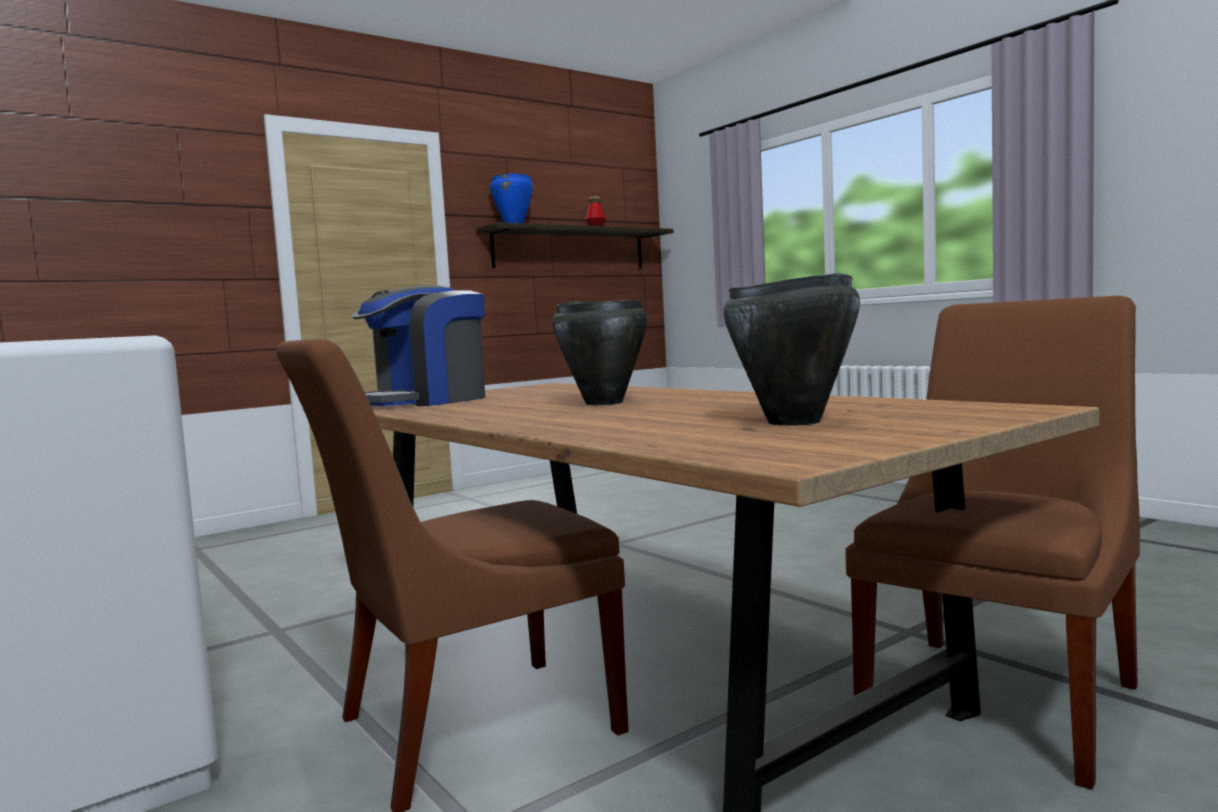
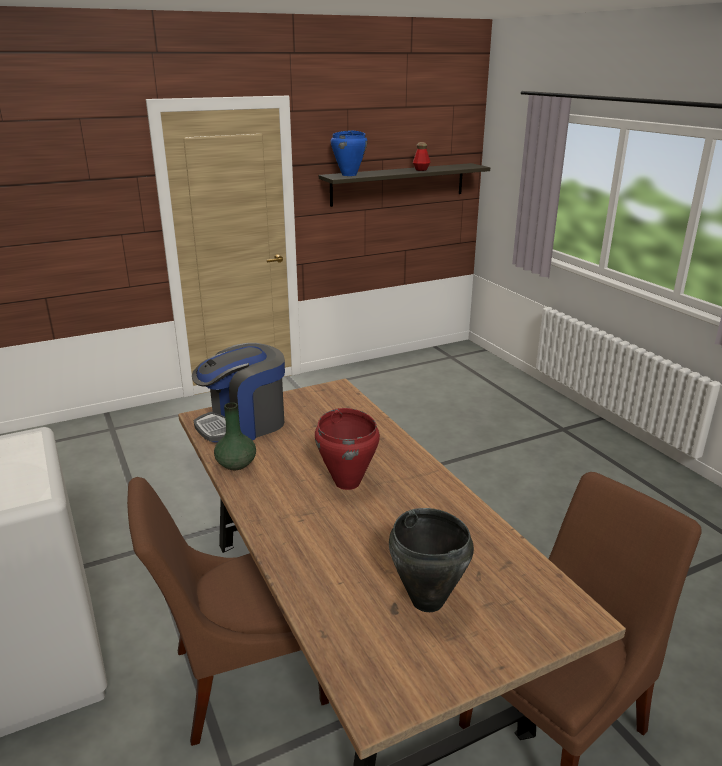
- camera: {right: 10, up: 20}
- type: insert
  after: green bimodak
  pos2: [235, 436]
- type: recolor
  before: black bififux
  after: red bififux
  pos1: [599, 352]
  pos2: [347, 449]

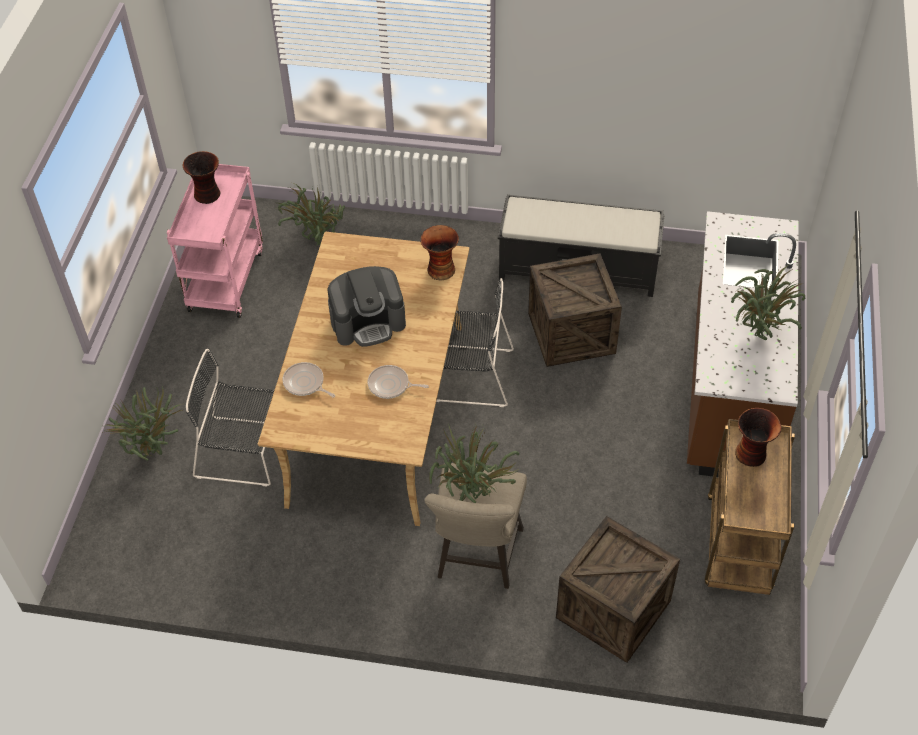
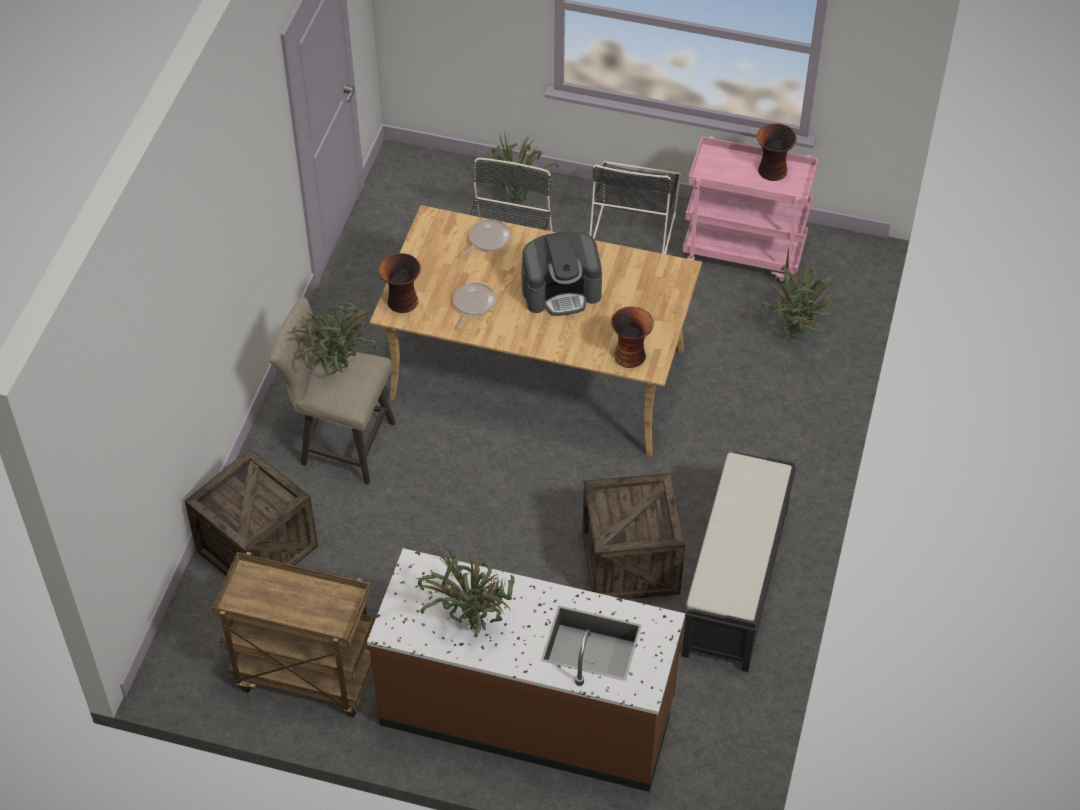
- camera: {right: 95, up: 0}
- type: move
  before: bimodak
  pos1: [758, 437]
  pos2: [400, 283]
- type: rotate
  before: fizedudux
  pos1: [366, 306]
  pos2: [562, 274]
  turn: -90
- type: move
  before: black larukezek
  pos1: [475, 342]
  pos2: [635, 207]

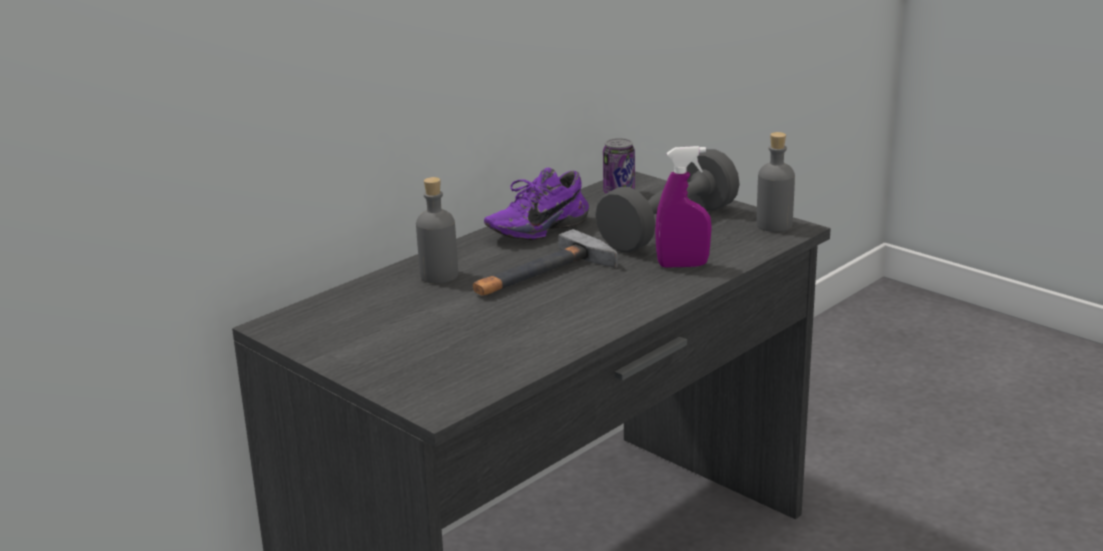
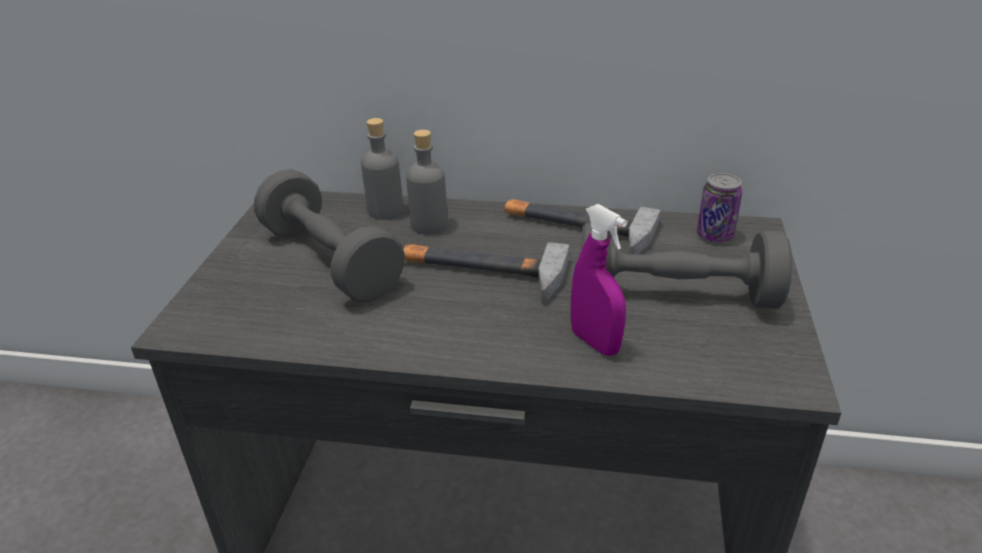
- camera: {right: 55, up: 10}
- type: insert
  after: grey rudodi
  pos2: [329, 235]
- type: move
  before: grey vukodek
  pos1: [776, 182]
  pos2: [382, 169]
- type: replace
  before: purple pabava
  after: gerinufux
  pos1: [536, 204]
  pos2: [582, 226]

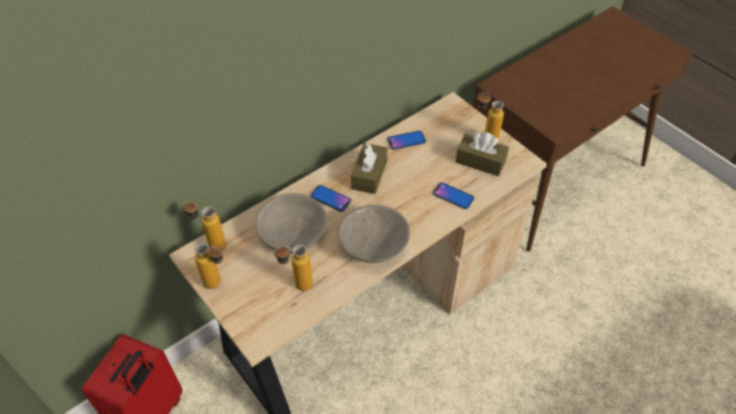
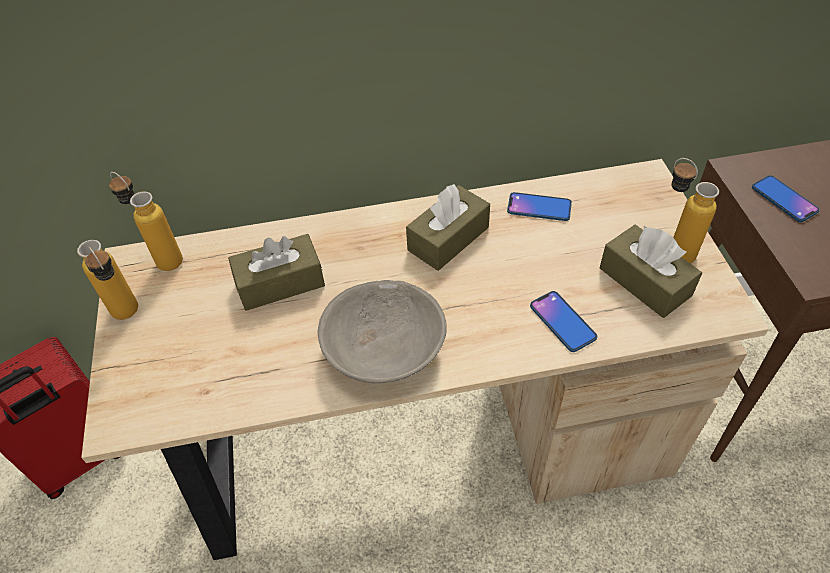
- camera: {right: 30, up: 0}
- type: replace
  before: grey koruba
  after: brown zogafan
  pos1: [291, 223]
  pos2: [276, 272]
- type: move
  before: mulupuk
  pos1: [330, 198]
  pos2: [786, 198]
- type: delete
  before: vukodek
  pos1: [293, 268]

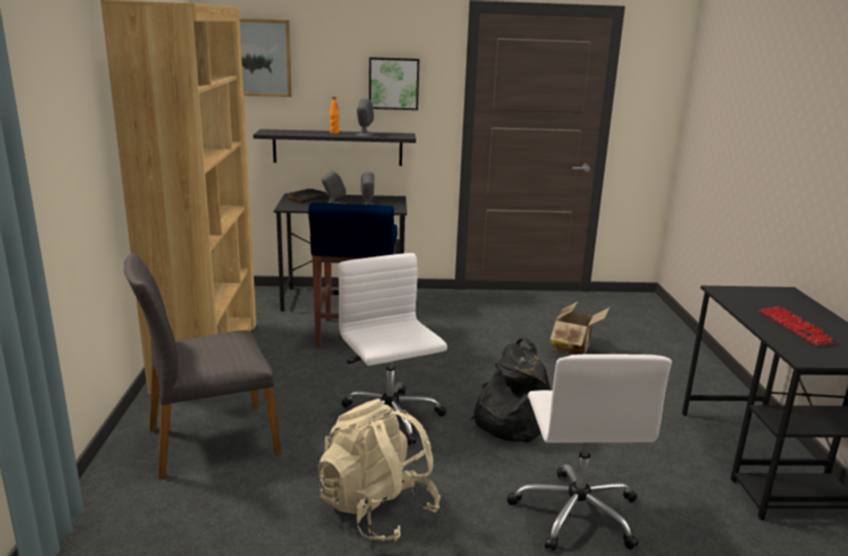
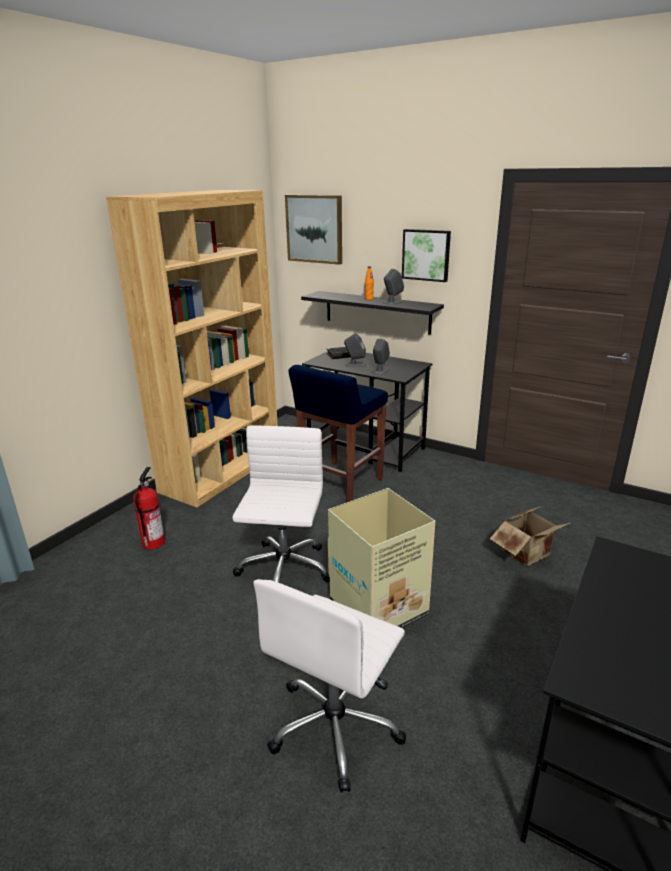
- camera: {right: 35, up: 5}
- type: replace
  before: grey larukezek
  after: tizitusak
  pos1: [202, 366]
  pos2: [149, 508]
- type: replace
  before: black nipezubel
  after: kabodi
  pos1: [511, 390]
  pos2: [381, 558]
- type: delete
  before: beige nipezubel
  pos1: [379, 470]
- type: delete
  before: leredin
  pos1: [798, 326]

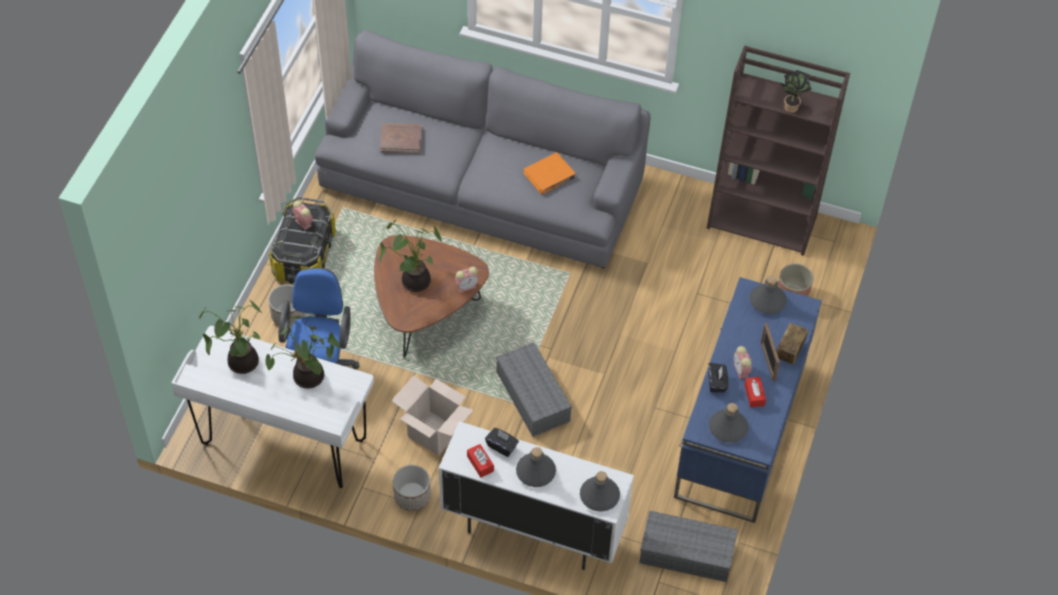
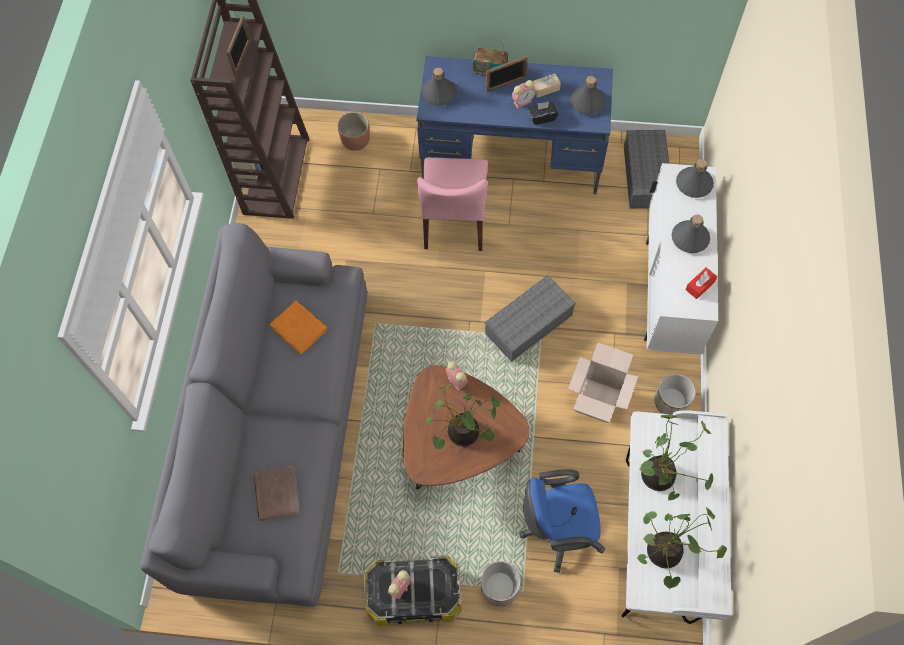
- camera: {right: -100, up: 10}
- type: replace
  before: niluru
  after: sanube
  pos1: [796, 91]
  pos2: [238, 45]
- type: insert
  after: pink larukezek
  pos2: [452, 204]
- type: recolor
  before: red zogafan
  after: beige zogafan
  pos1: [755, 392]
  pos2: [547, 86]
- type: delete
  before: black zogafan
  pos1: [502, 442]

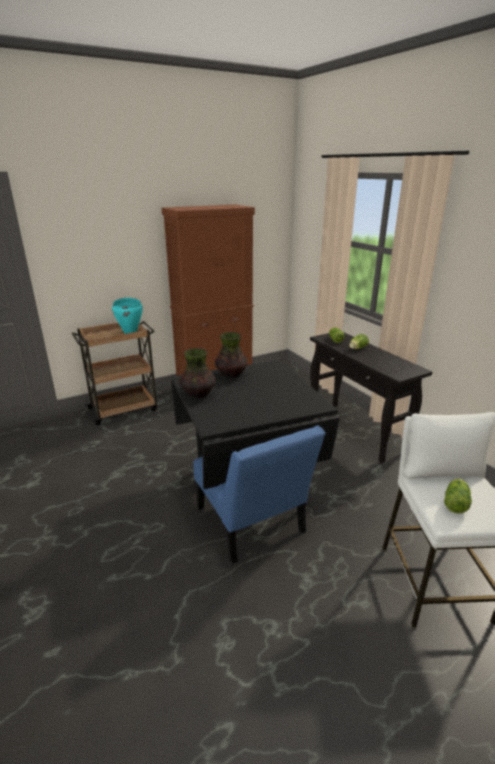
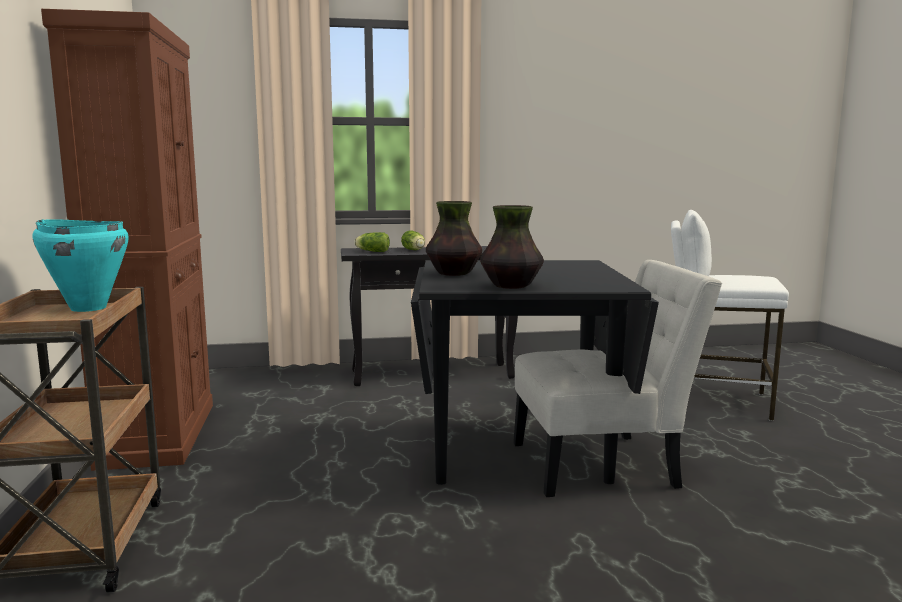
- camera: {right: -70, up: -15}
- type: recolor
  before: blue larukezek
  after: white larukezek
  pos1: [259, 494]
  pos2: [617, 378]
- type: delete
  before: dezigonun
  pos1: [458, 496]

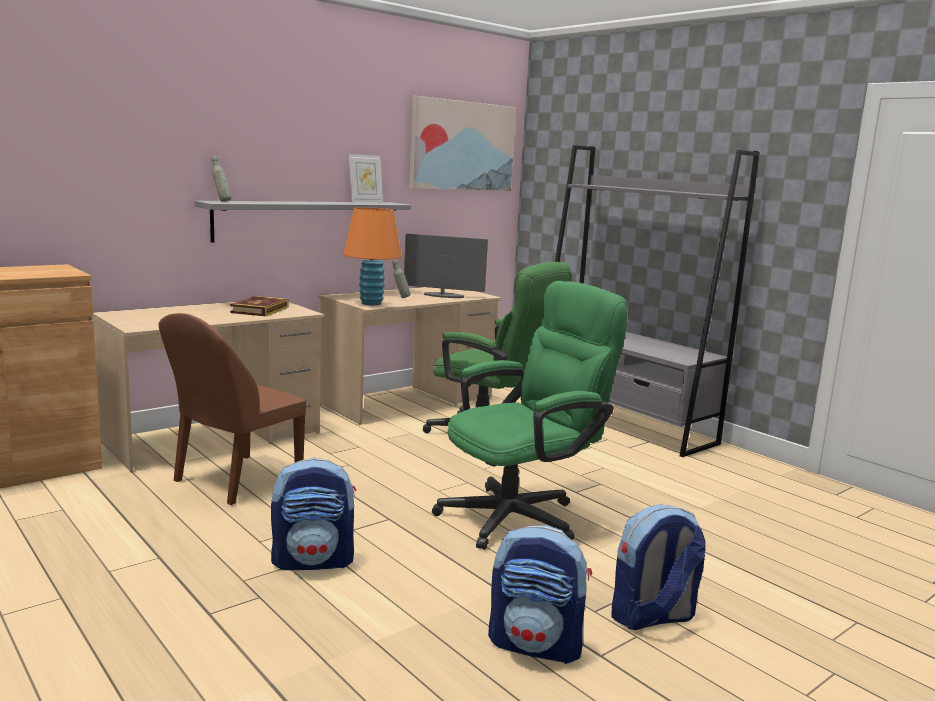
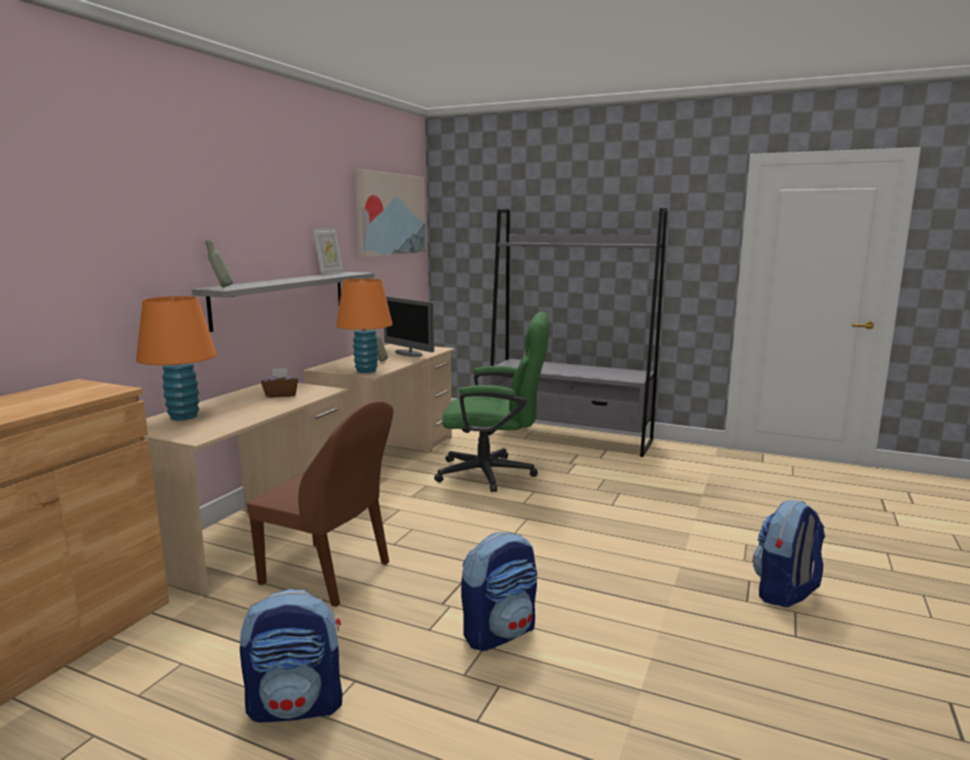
- camera: {right: -25, up: 0}
- type: insert
  after: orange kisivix
  pos2: [176, 358]
- type: move
  before: nipezubel
  pos1: [540, 594]
  pos2: [291, 655]
- type: rotate
  before: brown larukezek
  pos1: [232, 409]
  pos2: [320, 504]
  turn: -75
- type: replace
  before: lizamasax
  after: brown zogafan
  pos1: [259, 306]
  pos2: [280, 383]
- type: rotate
  before: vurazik
  pos1: [446, 265]
  pos2: [409, 326]
  turn: -120
- type: delete
  before: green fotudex
  pos1: [530, 415]

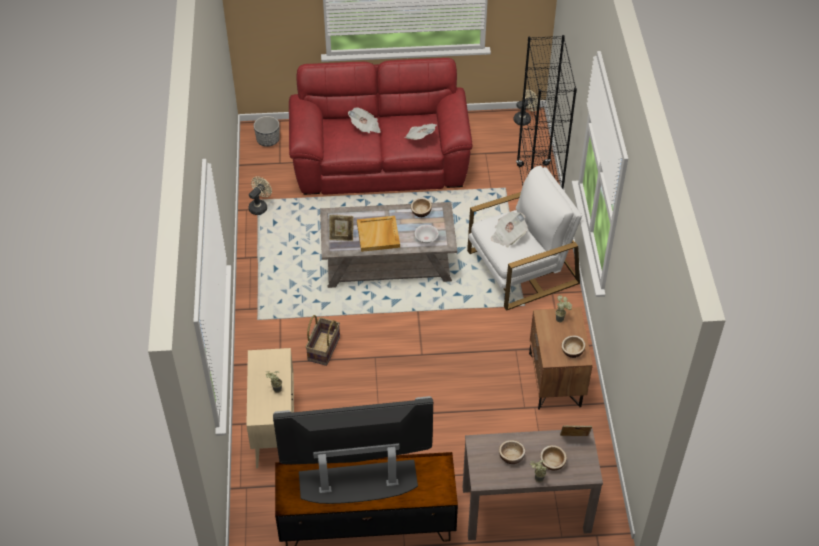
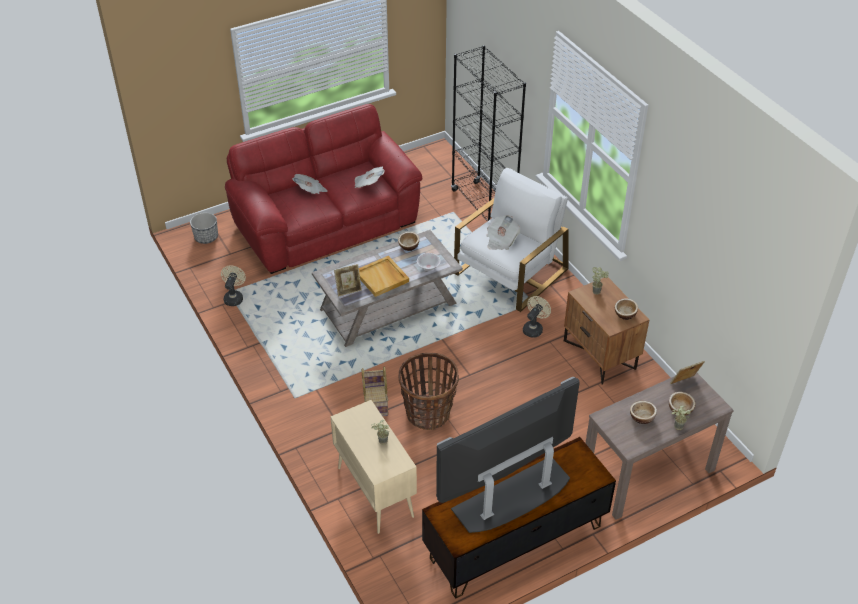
- camera: {right: -25, up: -5}
- type: insert
  after: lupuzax
  pos2: [429, 391]
- type: move
  before: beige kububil
  pos1: [526, 108]
  pos2: [537, 317]

